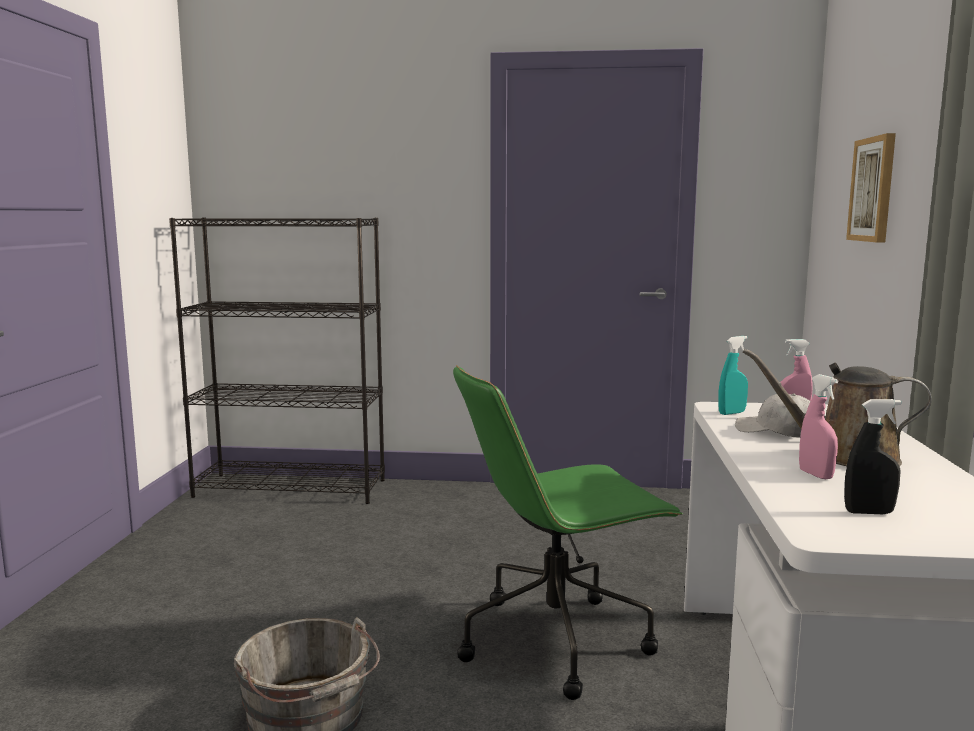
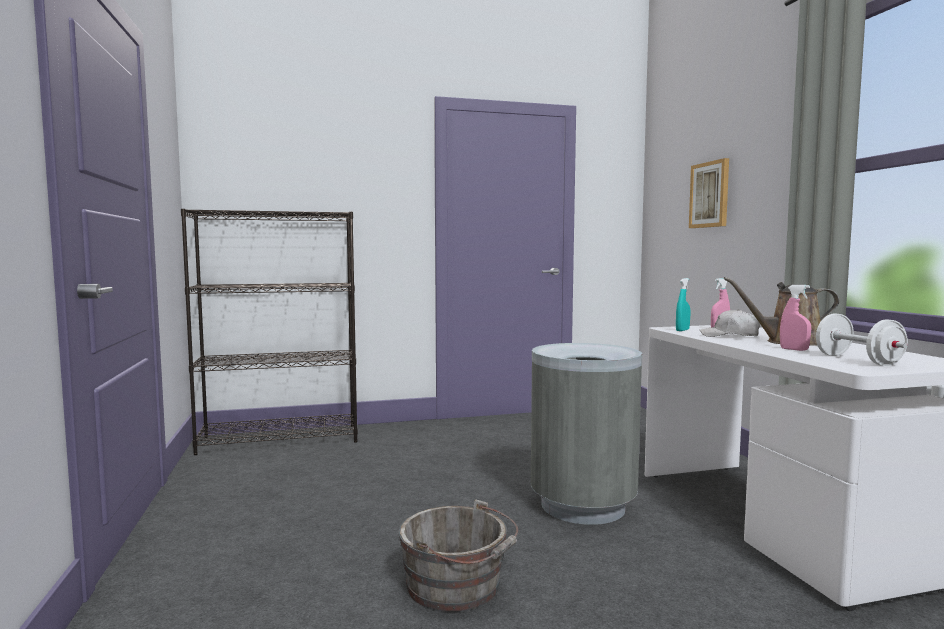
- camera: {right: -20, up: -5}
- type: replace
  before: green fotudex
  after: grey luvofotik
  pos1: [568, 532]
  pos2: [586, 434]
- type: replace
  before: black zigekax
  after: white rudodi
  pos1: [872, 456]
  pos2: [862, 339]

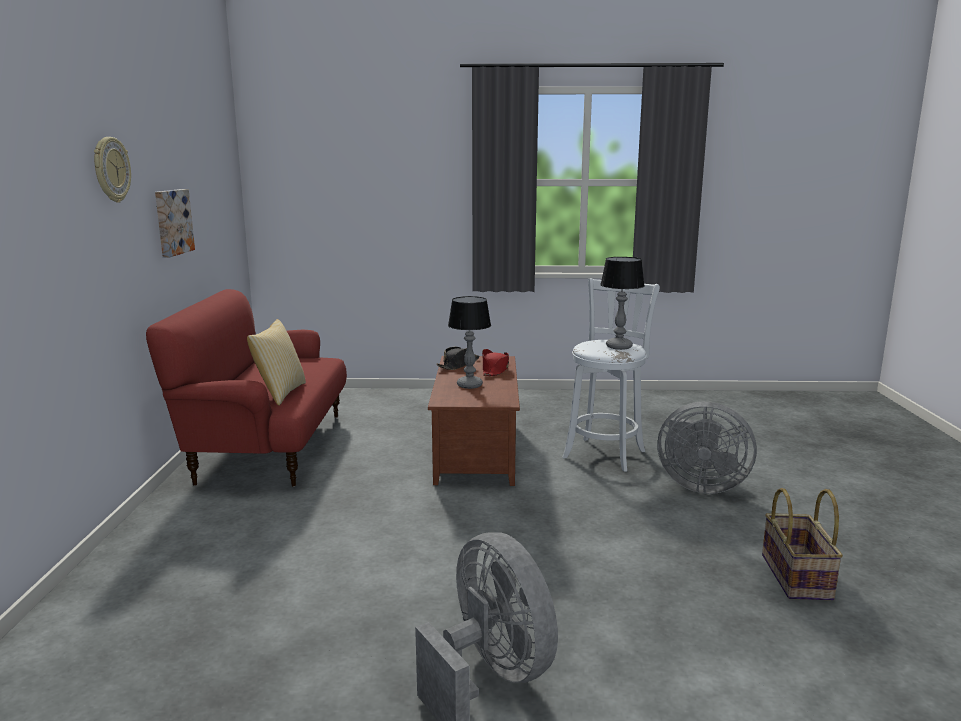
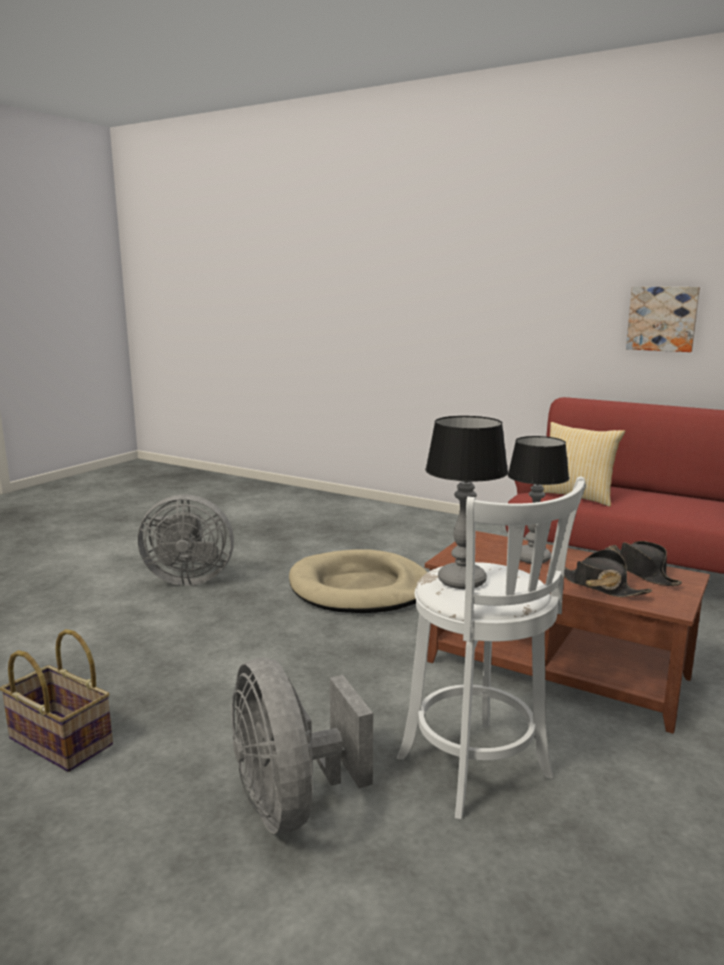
- camera: {right: 120, up: 0}
- type: rotate
  before: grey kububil
  pos1: [707, 448]
  pos2: [302, 746]
  turn: -75
- type: insert
  after: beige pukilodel
  pos2: [358, 581]
- type: recolor
  before: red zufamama
  after: black zufamama
  pos1: [495, 362]
  pos2: [608, 573]
- type: delete
  before: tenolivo
  pos1: [112, 170]

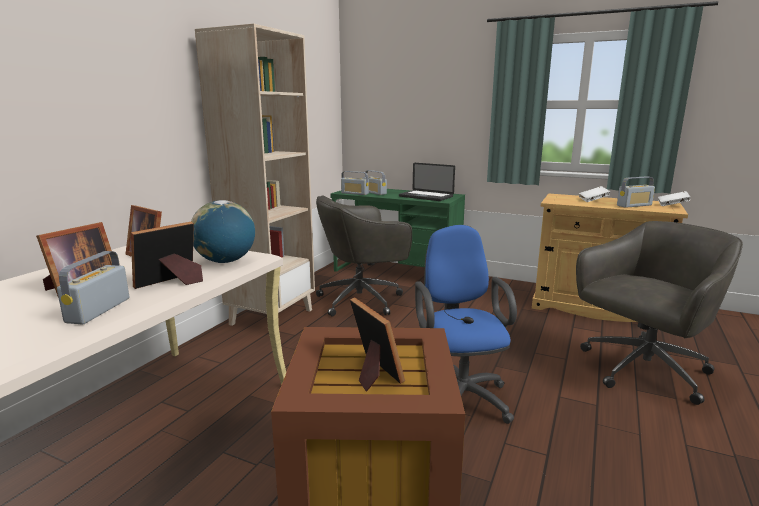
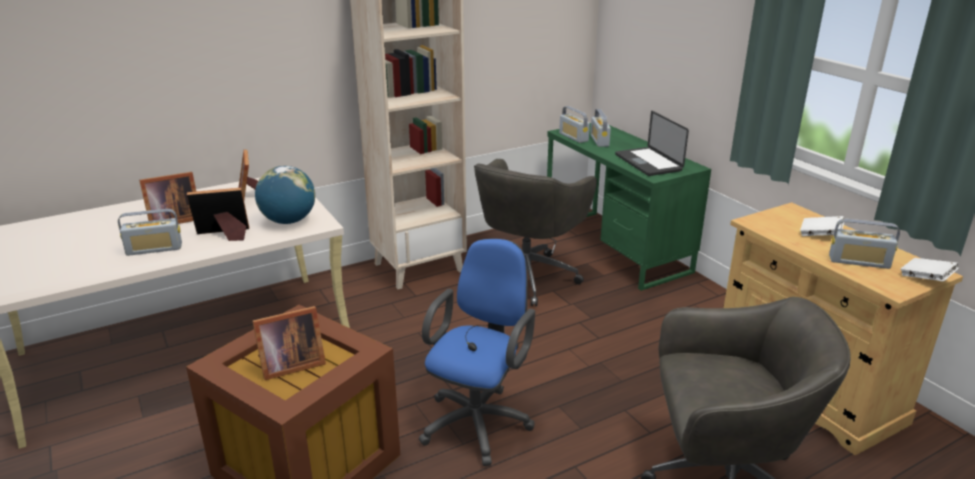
- camera: {right: 35, up: 10}
- type: rotate
  before: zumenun
  pos1: [93, 288]
  pos2: [150, 232]
  turn: -150
- type: rotate
  before: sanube
  pos1: [377, 344]
  pos2: [289, 343]
  turn: 60
- type: rotate
  before: grey fotudex
  pos1: [364, 256]
  pos2: [535, 233]
  turn: -75

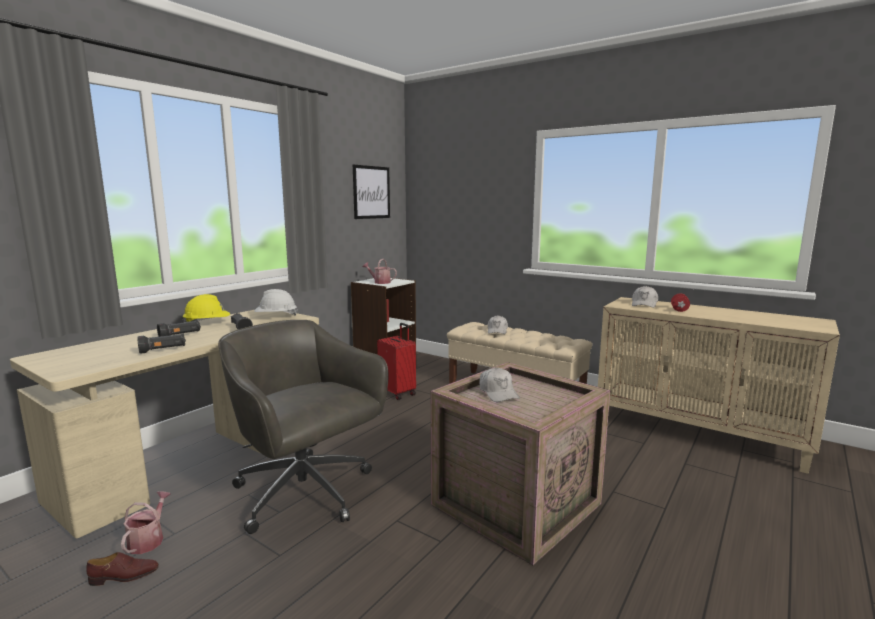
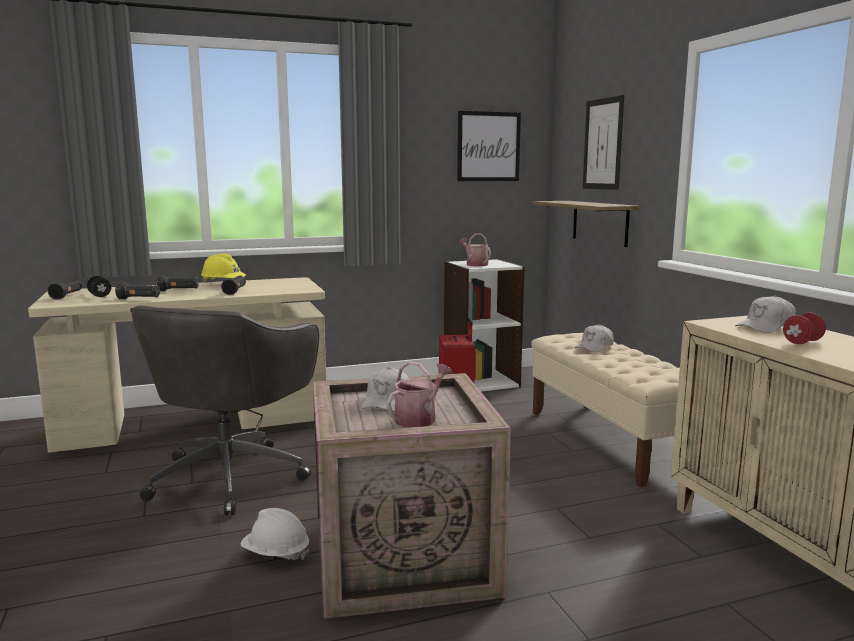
- camera: {right: 35, up: 0}
- type: insert
  after: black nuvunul
  pos2: [64, 289]
- type: insert
  after: black rudodi
  pos2: [99, 286]
- type: rotate
  before: grey fotudex
  pos1: [303, 427]
  pos2: [224, 410]
  turn: -150
- type: move
  before: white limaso
  pos1: [276, 302]
  pos2: [274, 534]
- type: move
  before: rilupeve
  pos1: [146, 522]
  pos2: [419, 394]
- type: insert
  after: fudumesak
  pos2: [586, 224]
- type: insert
  after: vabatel
  pos2: [603, 142]
- type: delete
  before: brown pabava
  pos1: [122, 569]

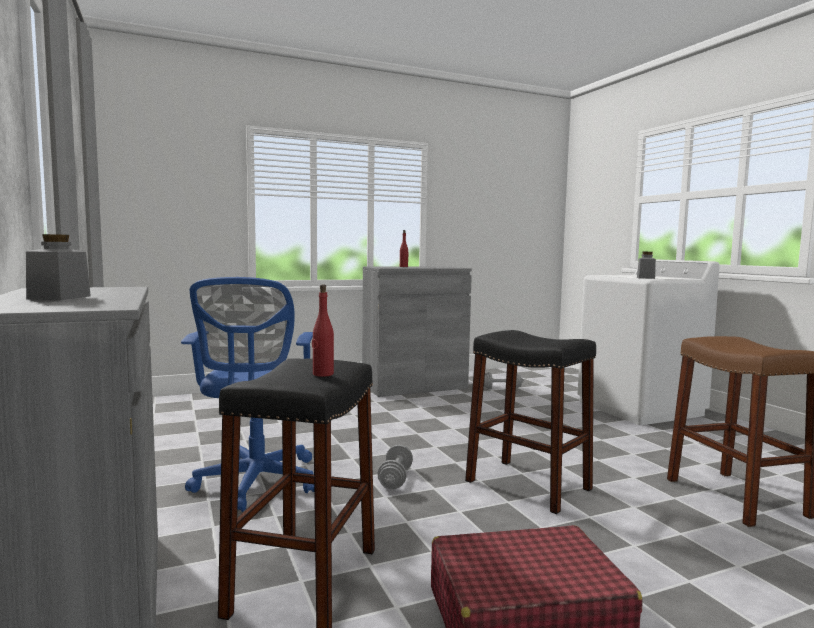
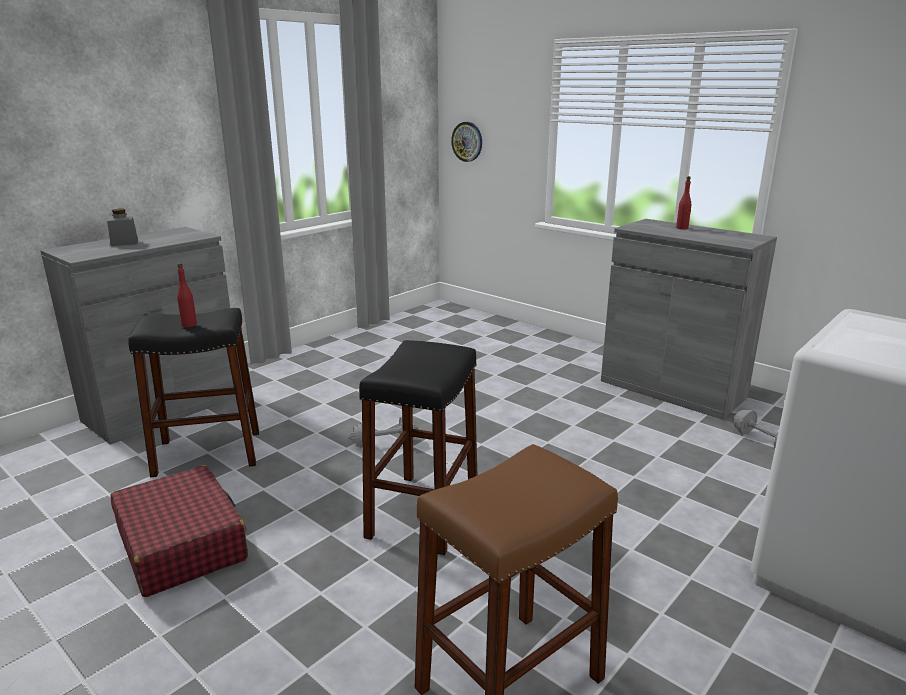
- camera: {right: 65, up: 15}
- type: insert
  after: tenolivo
  pos2: [466, 142]
- type: delete
  before: blue fotudex
  pos1: [247, 394]
- type: delete
  before: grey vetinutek
  pos1: [646, 265]

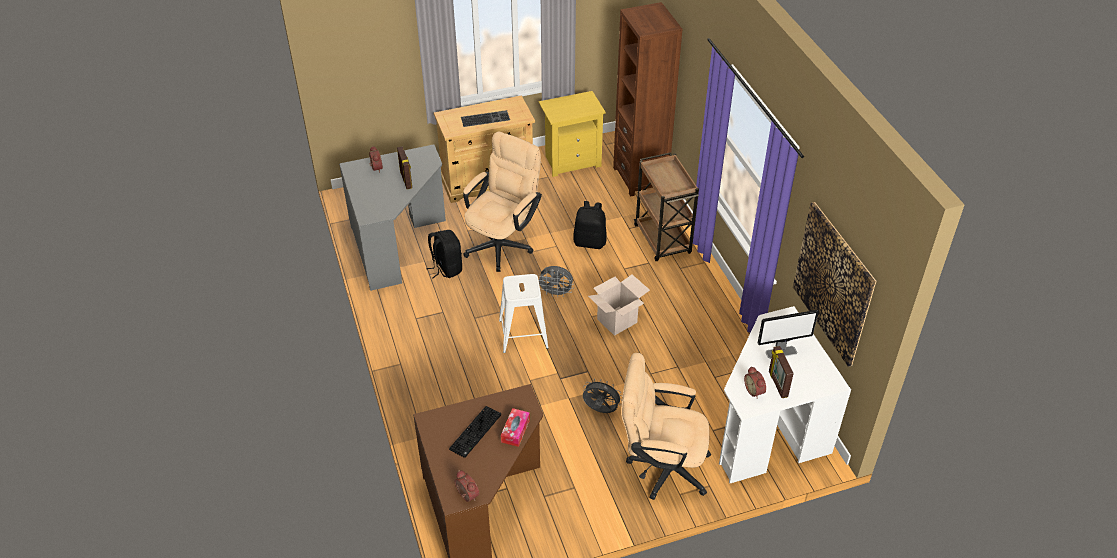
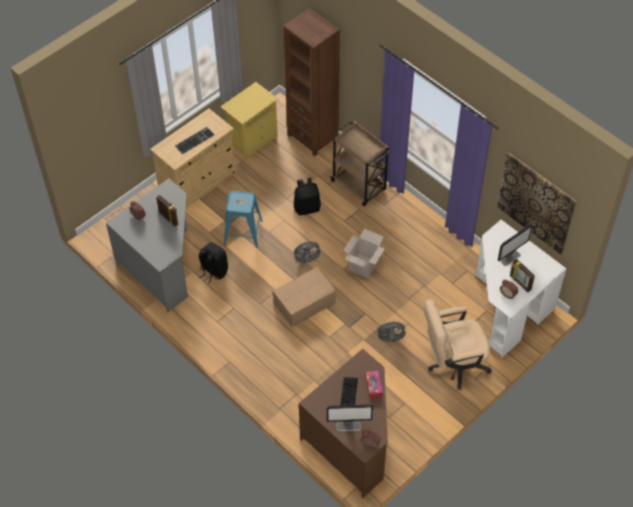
- camera: {right: -25, up: 10}
- type: replace
  before: beige fotudex
  after: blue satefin
  pos1: [502, 201]
  pos2: [243, 219]
- type: replace
  before: white satefin
  after: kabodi
  pos1: [524, 313]
  pos2: [304, 297]
- type: insert
  after: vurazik
  pos2: [350, 418]

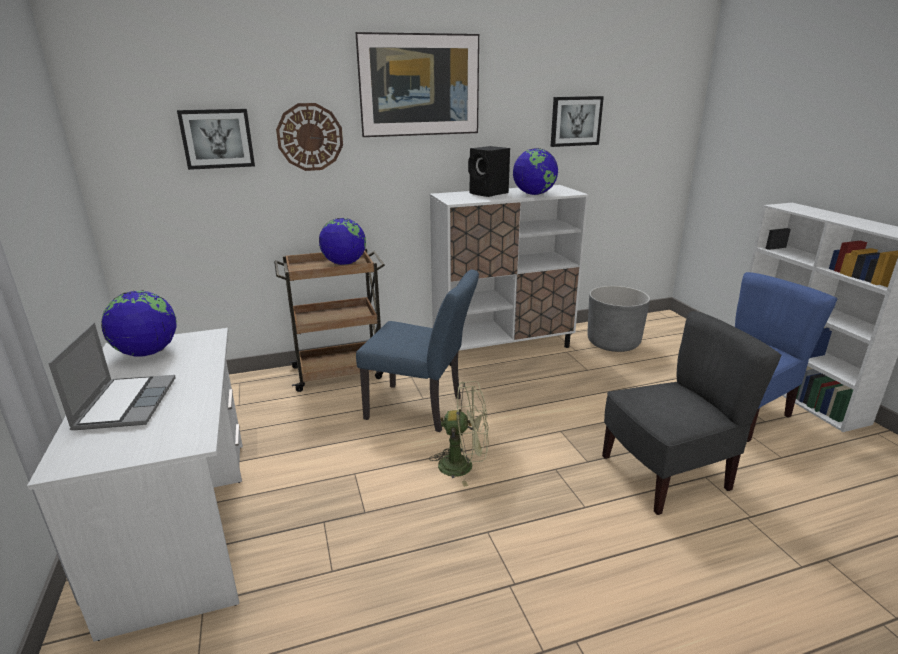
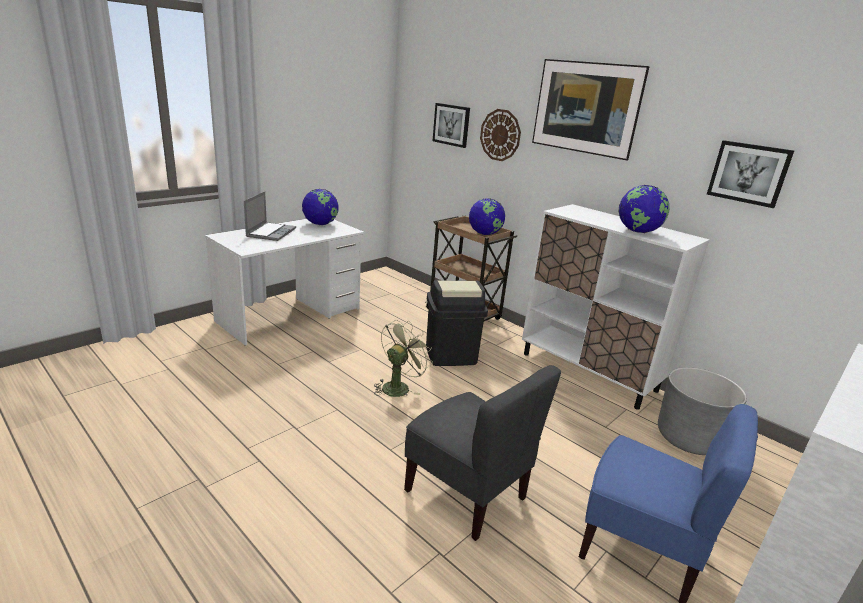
- camera: {right: 60, up: 0}
- type: rotate
  before: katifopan
  pos1: [112, 376]
  pos2: [270, 216]
  turn: -45
- type: rotate
  before: green kububil
  pos1: [458, 434]
  pos2: [403, 358]
  turn: -120
- type: replace
  before: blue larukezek
  after: black luvofotik
  pos1: [417, 350]
  pos2: [457, 323]
- type: delete
  before: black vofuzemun
  pos1: [489, 171]

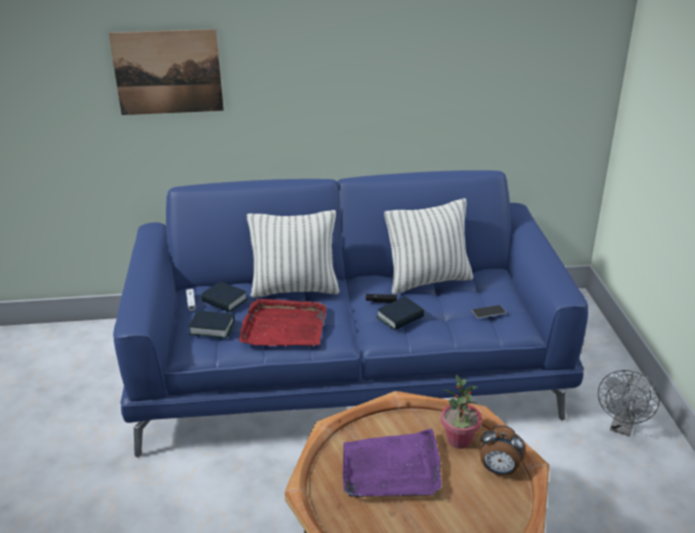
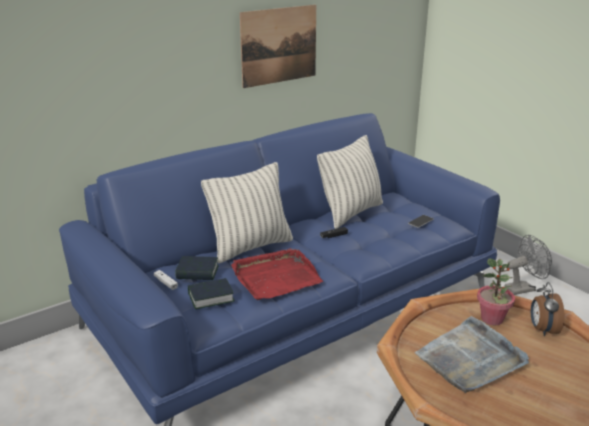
- camera: {right: -30, up: -5}
- type: move
  before: vabatel
  pos1: [166, 72]
  pos2: [278, 46]
- type: recolor
  before: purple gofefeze
  after: grey gofefeze
  pos1: [392, 463]
  pos2: [472, 354]
- type: rotate
  before: grey kububil
  pos1: [629, 403]
  pos2: [528, 265]
  turn: -105
- type: rotate
  before: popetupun
  pos1: [503, 450]
  pos2: [548, 309]
  turn: 105
- type: delete
  before: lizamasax
  pos1: [400, 313]

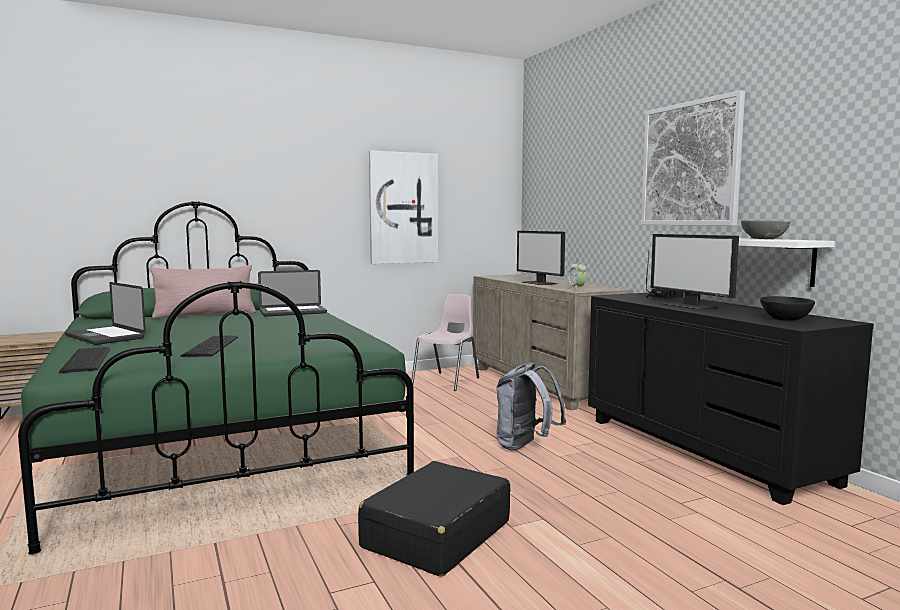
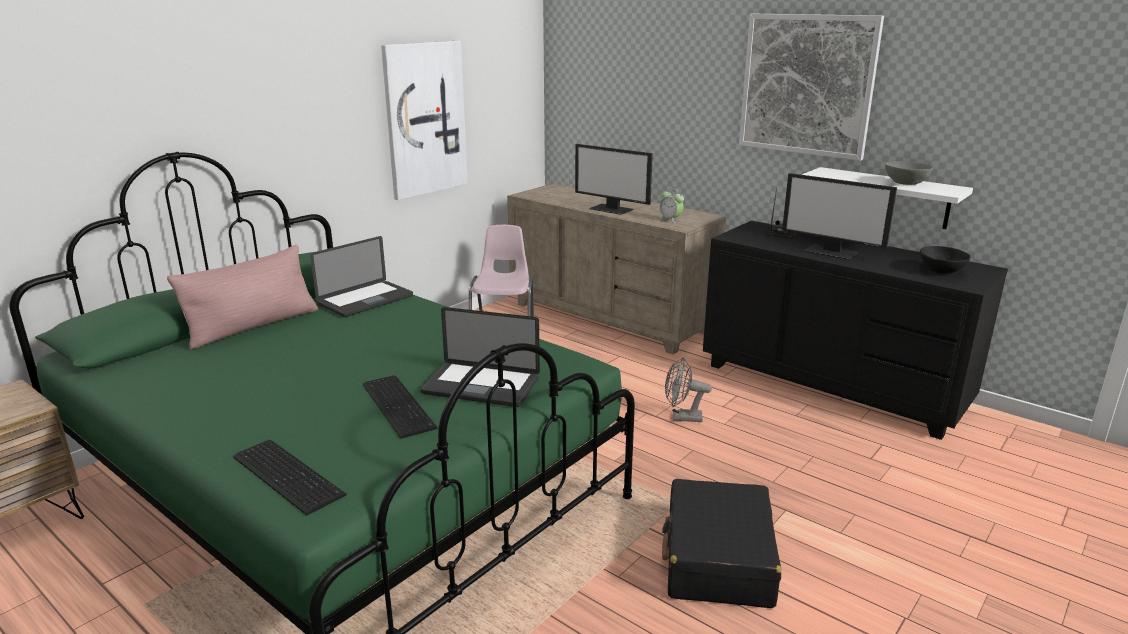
- camera: {right: -25, up: 15}
- type: move
  before: katifopan
  pos1: [105, 313]
  pos2: [480, 357]
- type: replace
  before: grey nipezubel
  after: grey kububil
  pos1: [531, 406]
  pos2: [688, 389]

